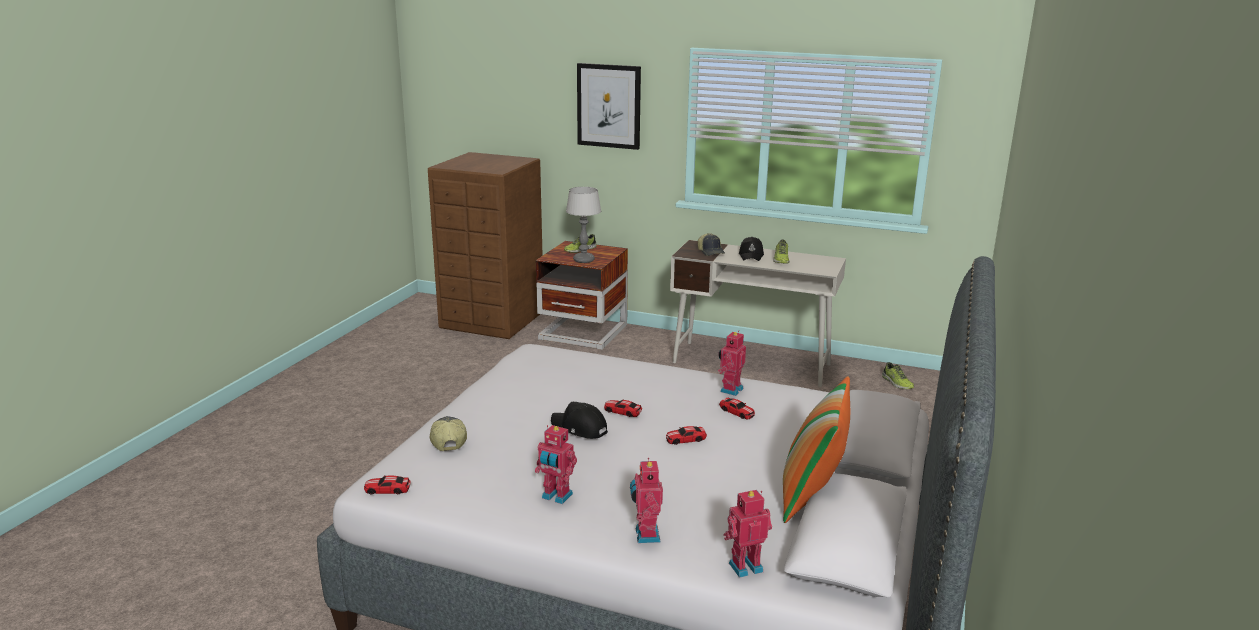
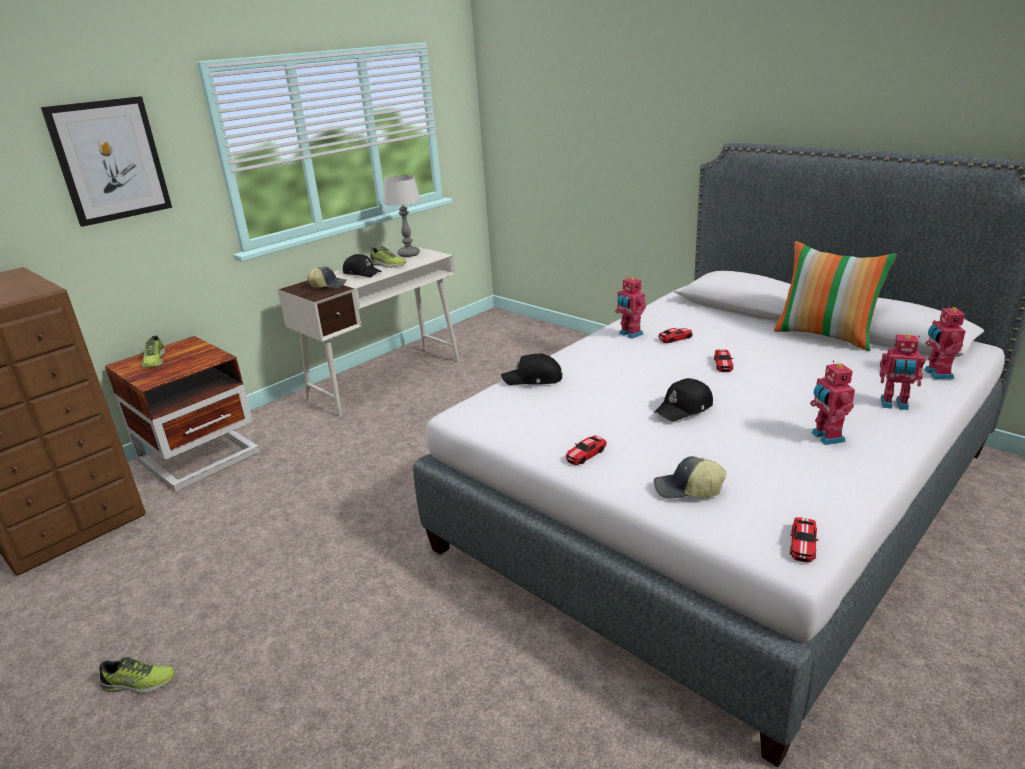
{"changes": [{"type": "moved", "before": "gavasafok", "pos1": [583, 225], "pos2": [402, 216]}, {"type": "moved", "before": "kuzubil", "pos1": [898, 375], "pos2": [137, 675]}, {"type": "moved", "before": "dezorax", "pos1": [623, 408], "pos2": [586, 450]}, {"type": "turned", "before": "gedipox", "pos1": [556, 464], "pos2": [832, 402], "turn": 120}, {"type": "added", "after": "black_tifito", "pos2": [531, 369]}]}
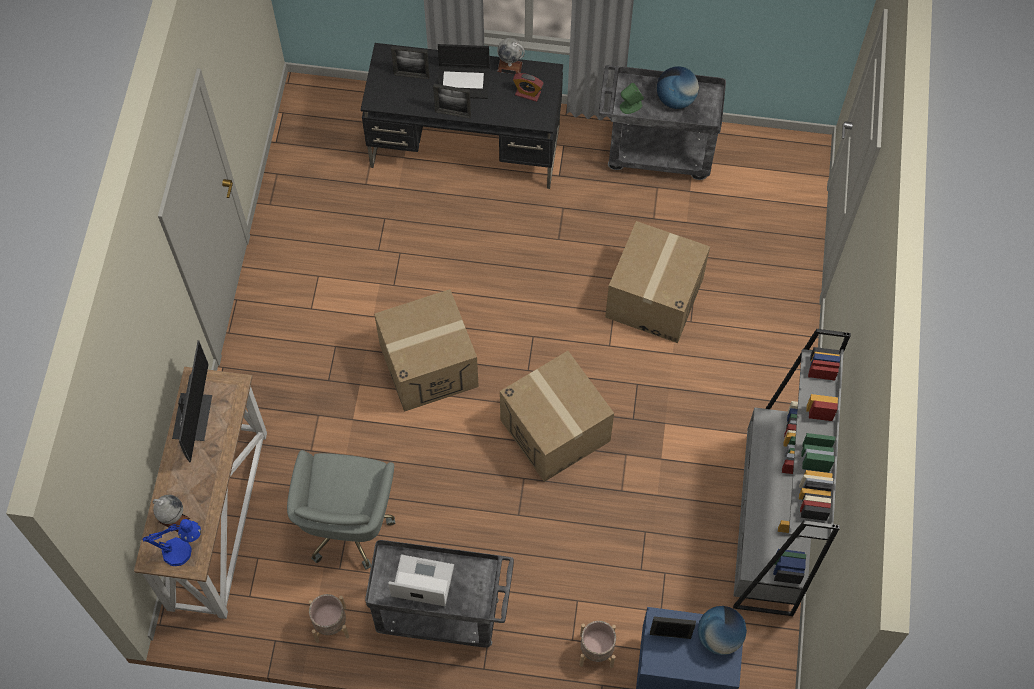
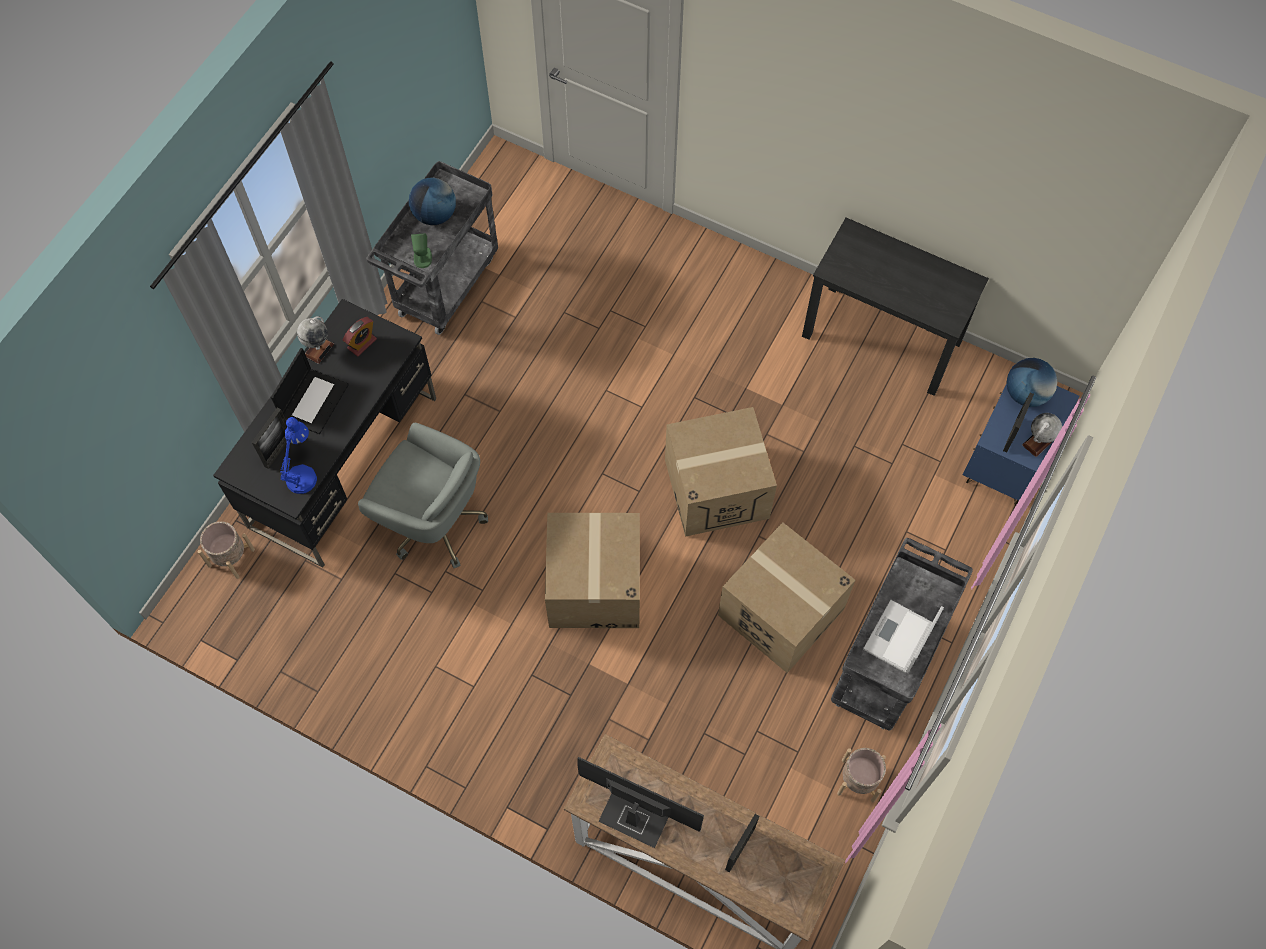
{"changes": [{"type": "moved", "before": "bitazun", "pos1": [452, 101], "pos2": [742, 843]}, {"type": "moved", "before": "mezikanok", "pos1": [657, 282], "pos2": [786, 597]}, {"type": "replaced", "before": "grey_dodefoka", "after": "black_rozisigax", "pos1": [792, 472], "pos2": [895, 307]}, {"type": "moved", "before": "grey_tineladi", "pos1": [341, 509], "pos2": [423, 495]}, {"type": "moved", "before": "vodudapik", "pos1": [171, 513], "pos2": [1042, 435]}, {"type": "moved", "before": "blue_gavasafok", "pos1": [172, 542], "pos2": [298, 455]}, {"type": "moved", "before": "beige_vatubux", "pos1": [597, 644], "pos2": [226, 550]}]}
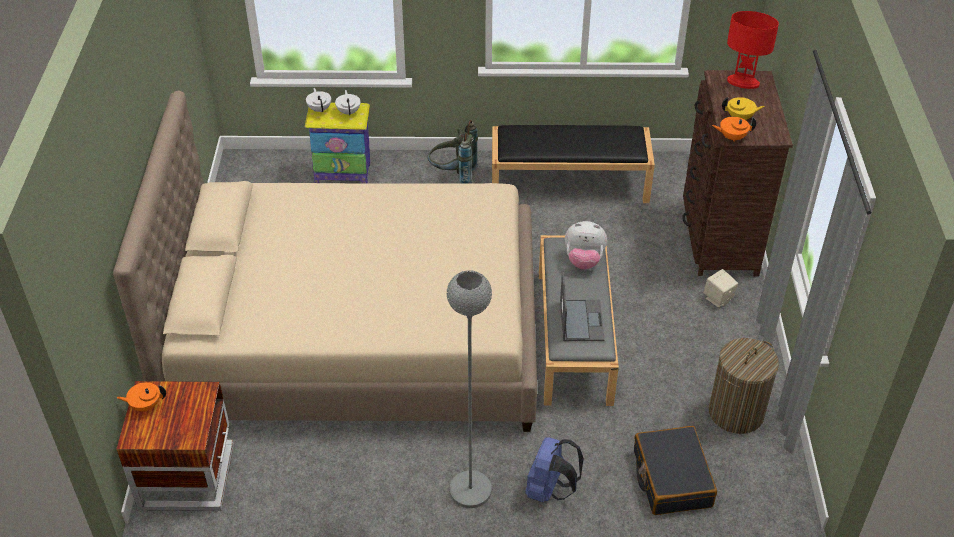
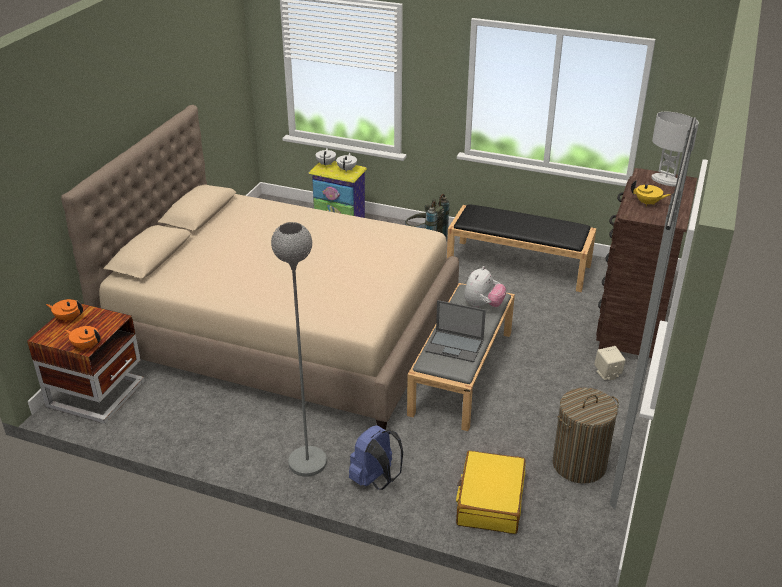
{"changes": [{"type": "recoloured", "before": "red_gavasafok", "after": "white_gavasafok", "pos1": [753, 50], "pos2": [675, 149]}, {"type": "moved", "before": "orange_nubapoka", "pos1": [734, 129], "pos2": [82, 338]}, {"type": "turned", "before": "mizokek", "pos1": [586, 245], "pos2": [485, 287], "turn": -90}, {"type": "turned", "before": "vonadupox", "pos1": [582, 306], "pos2": [455, 331], "turn": 90}, {"type": "recoloured", "before": "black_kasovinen", "after": "yellow_kasovinen", "pos1": [675, 470], "pos2": [491, 492]}]}
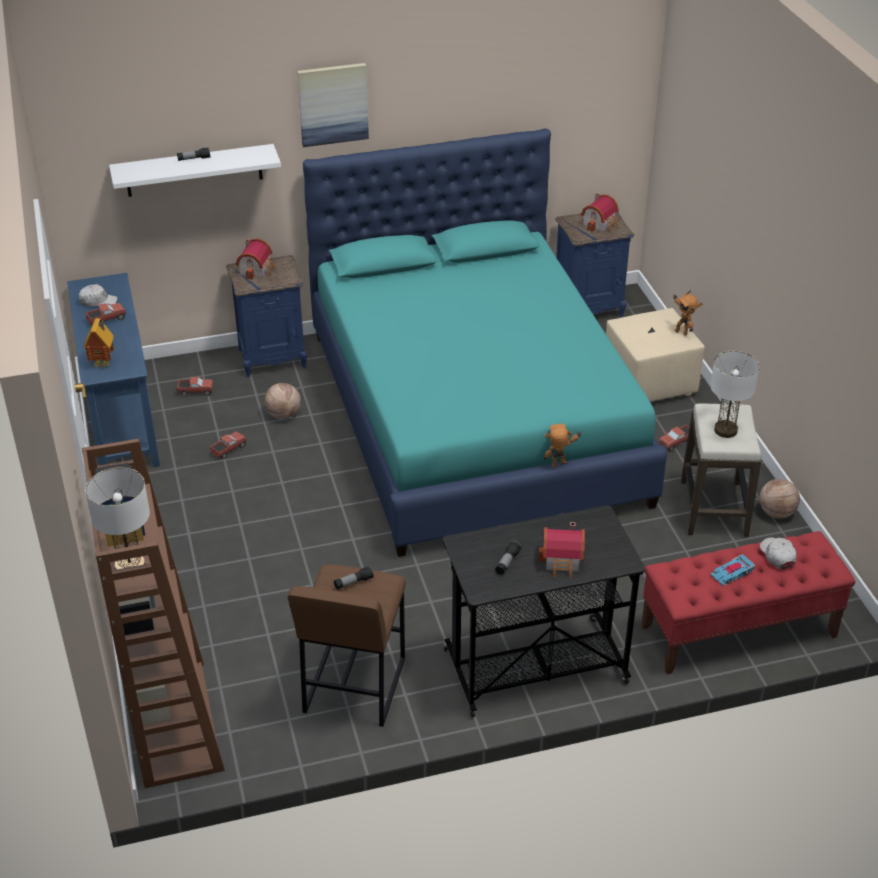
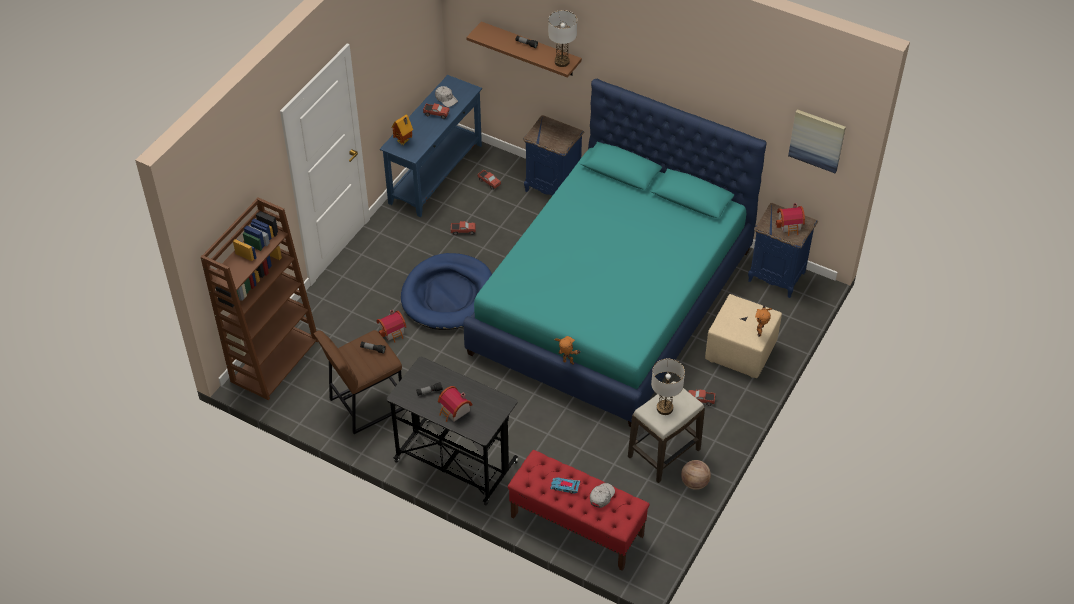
{"changes": [{"type": "moved", "before": "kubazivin", "pos1": [333, 105], "pos2": [817, 141]}, {"type": "recoloured", "before": "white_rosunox", "after": "brown_rosunox", "pos1": [195, 170], "pos2": [524, 49]}, {"type": "moved", "before": "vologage", "pos1": [255, 259], "pos2": [391, 326]}, {"type": "removed", "before": "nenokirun", "pos1": [282, 401]}, {"type": "moved", "before": "gavasafok", "pos1": [117, 518], "pos2": [562, 38]}, {"type": "added", "after": "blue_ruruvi", "pos2": [446, 291]}]}
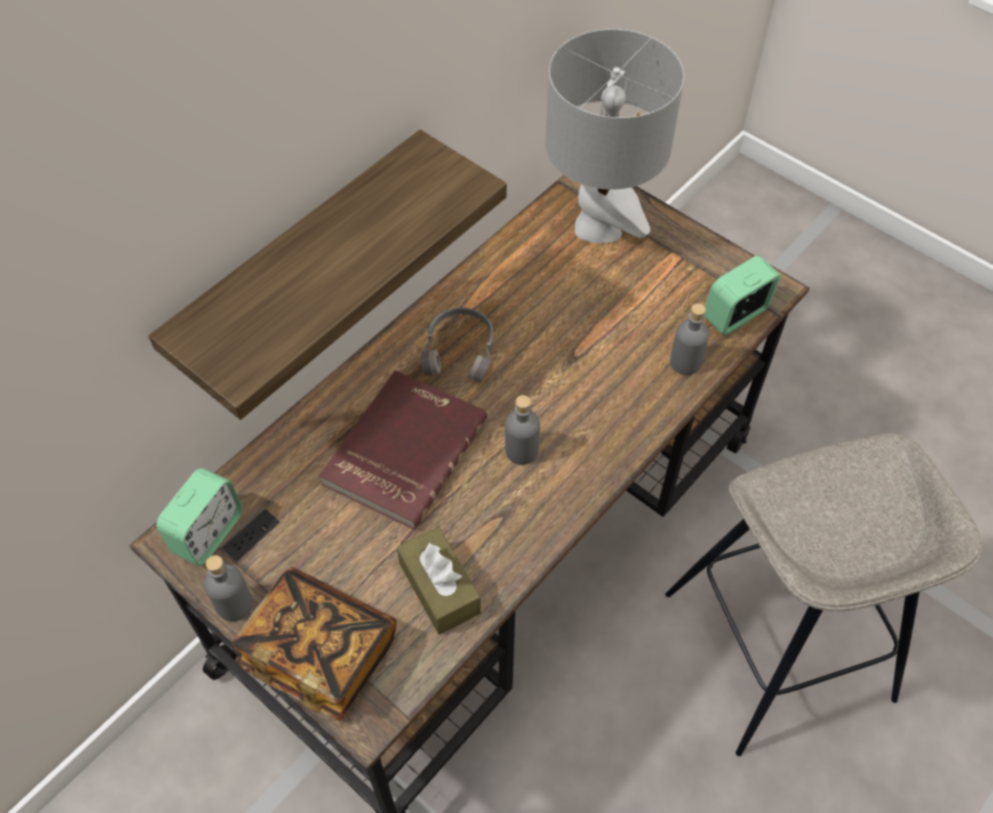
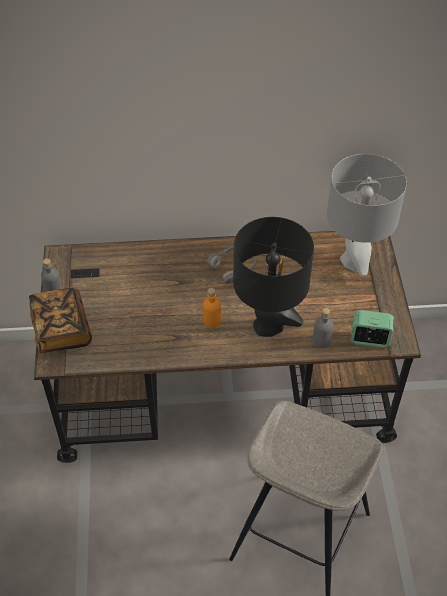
{"changes": [{"type": "removed", "before": "rosunox", "pos1": [327, 275]}, {"type": "removed", "before": "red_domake", "pos1": [403, 450]}, {"type": "recoloured", "before": "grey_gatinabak", "after": "orange_gatinabak", "pos1": [522, 430], "pos2": [212, 308]}, {"type": "removed", "before": "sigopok", "pos1": [199, 517]}, {"type": "removed", "before": "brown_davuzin", "pos1": [439, 581]}, {"type": "added", "after": "black_gavasafok", "pos2": [273, 277]}]}
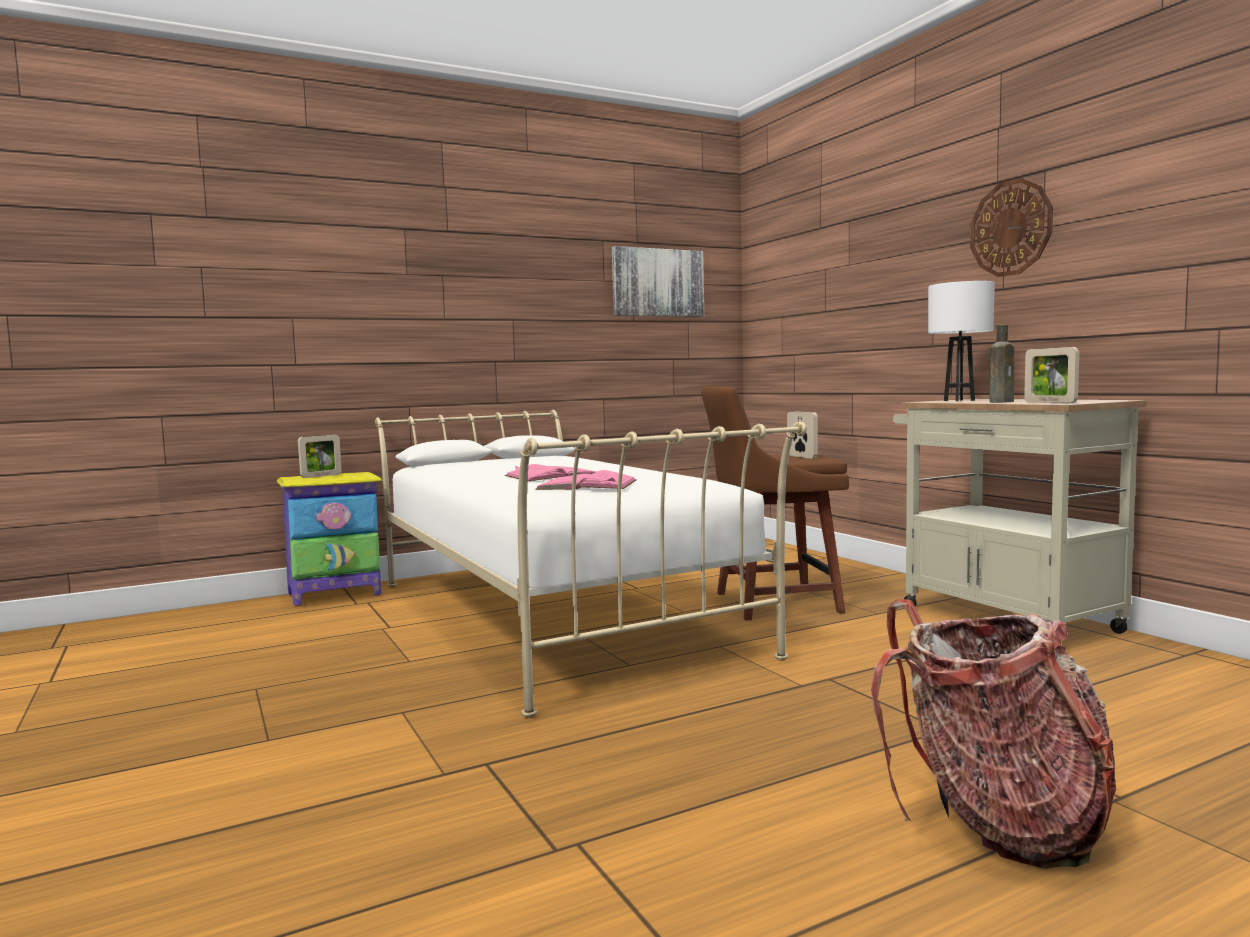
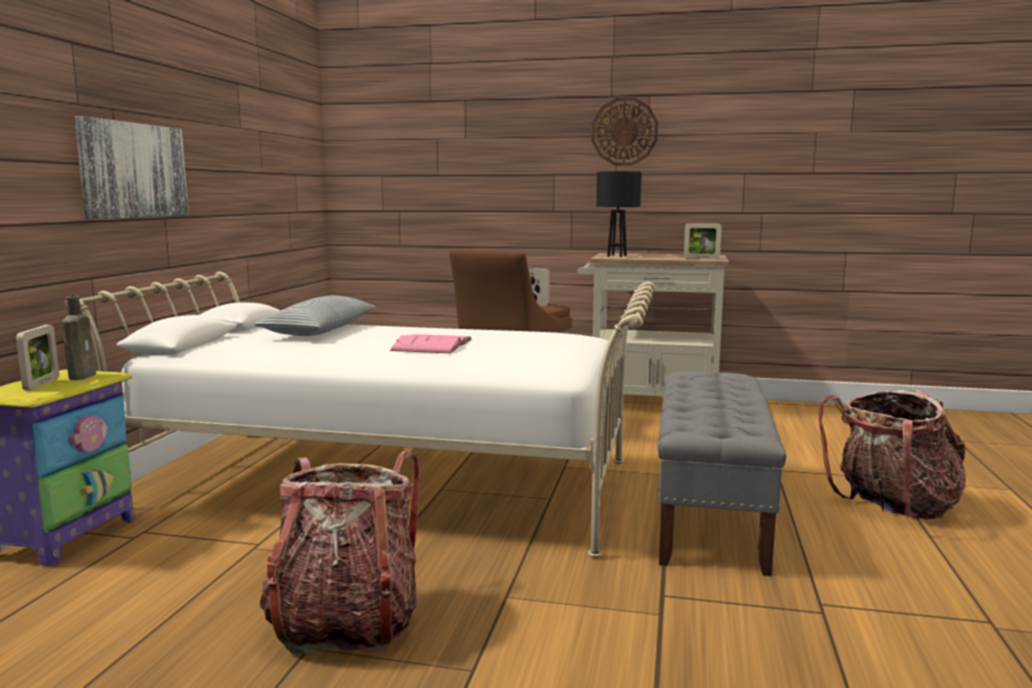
{"changes": [{"type": "moved", "before": "kubazivin", "pos1": [658, 281], "pos2": [131, 167]}, {"type": "recoloured", "before": "white_gavasafok", "after": "black_gavasafok", "pos1": [961, 341], "pos2": [619, 214]}, {"type": "moved", "before": "brown_gatinabak", "pos1": [1001, 363], "pos2": [79, 338]}, {"type": "removed", "before": "pink_domake", "pos1": [586, 480]}, {"type": "added", "after": "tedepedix", "pos2": [315, 315]}, {"type": "added", "after": "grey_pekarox", "pos2": [722, 473]}, {"type": "added", "after": "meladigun", "pos2": [339, 551]}]}
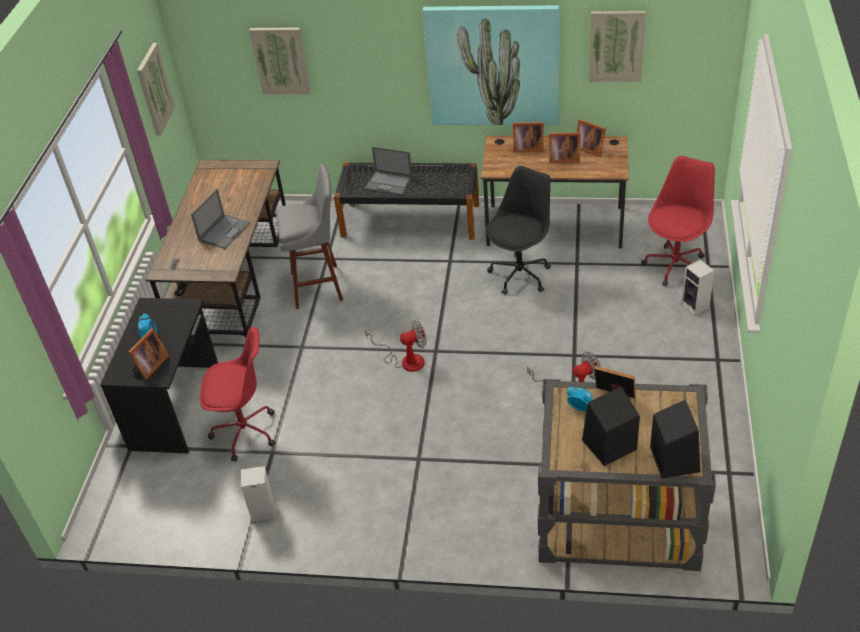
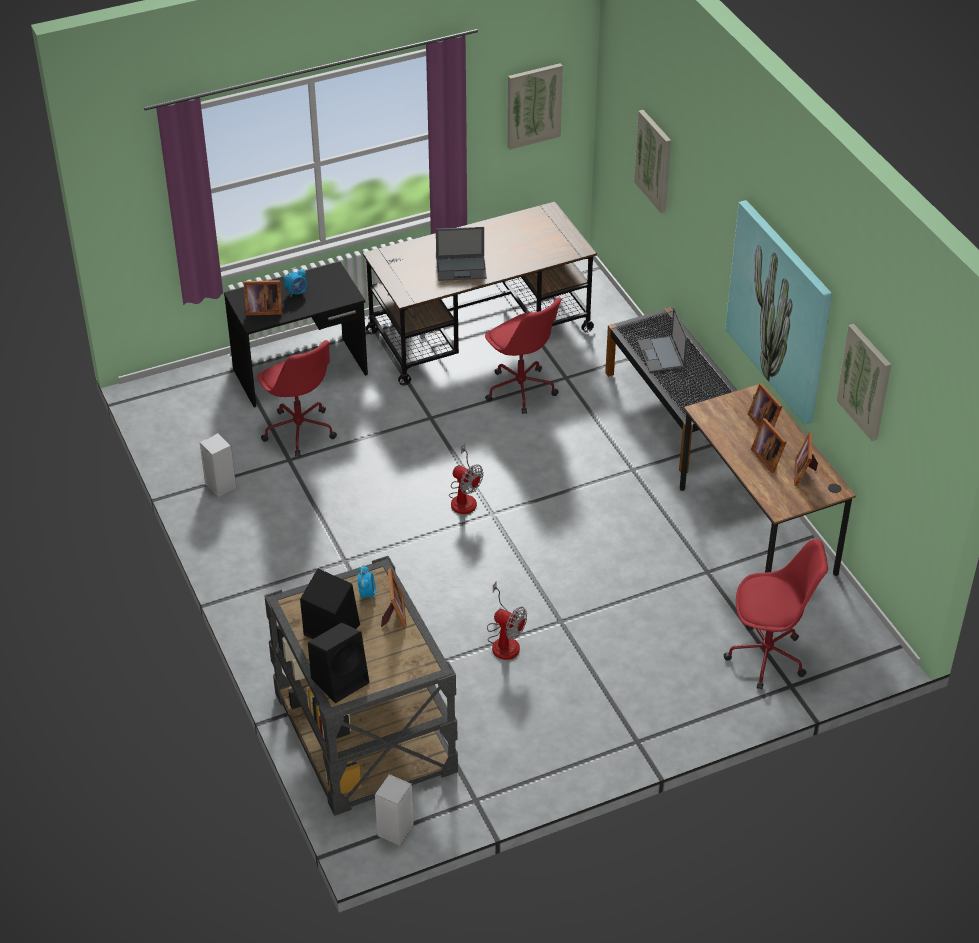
{"changes": [{"type": "replaced", "before": "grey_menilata", "after": "red_tineladi", "pos1": [309, 236], "pos2": [523, 355]}, {"type": "removed", "before": "black_tineladi", "pos1": [518, 230]}, {"type": "moved", "before": "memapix", "pos1": [698, 287], "pos2": [394, 810]}]}
